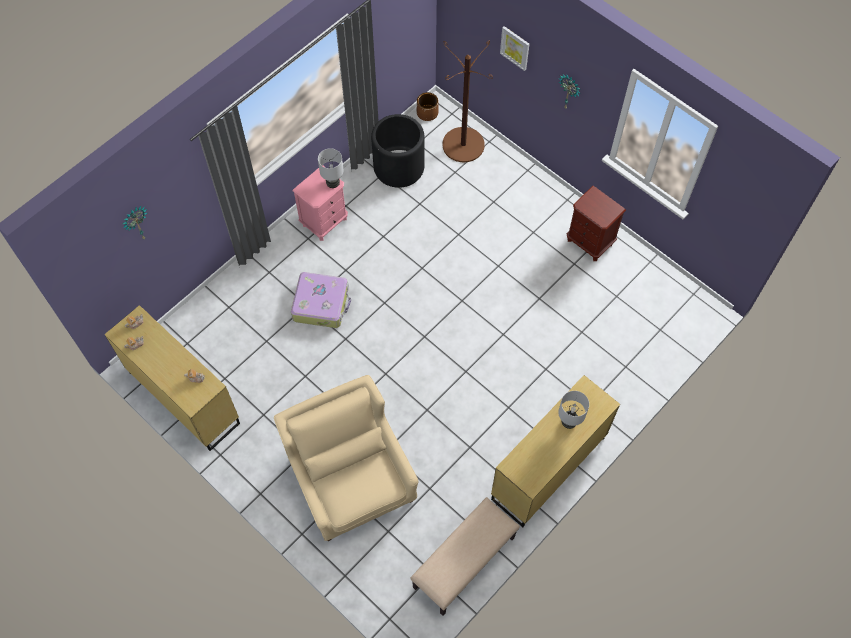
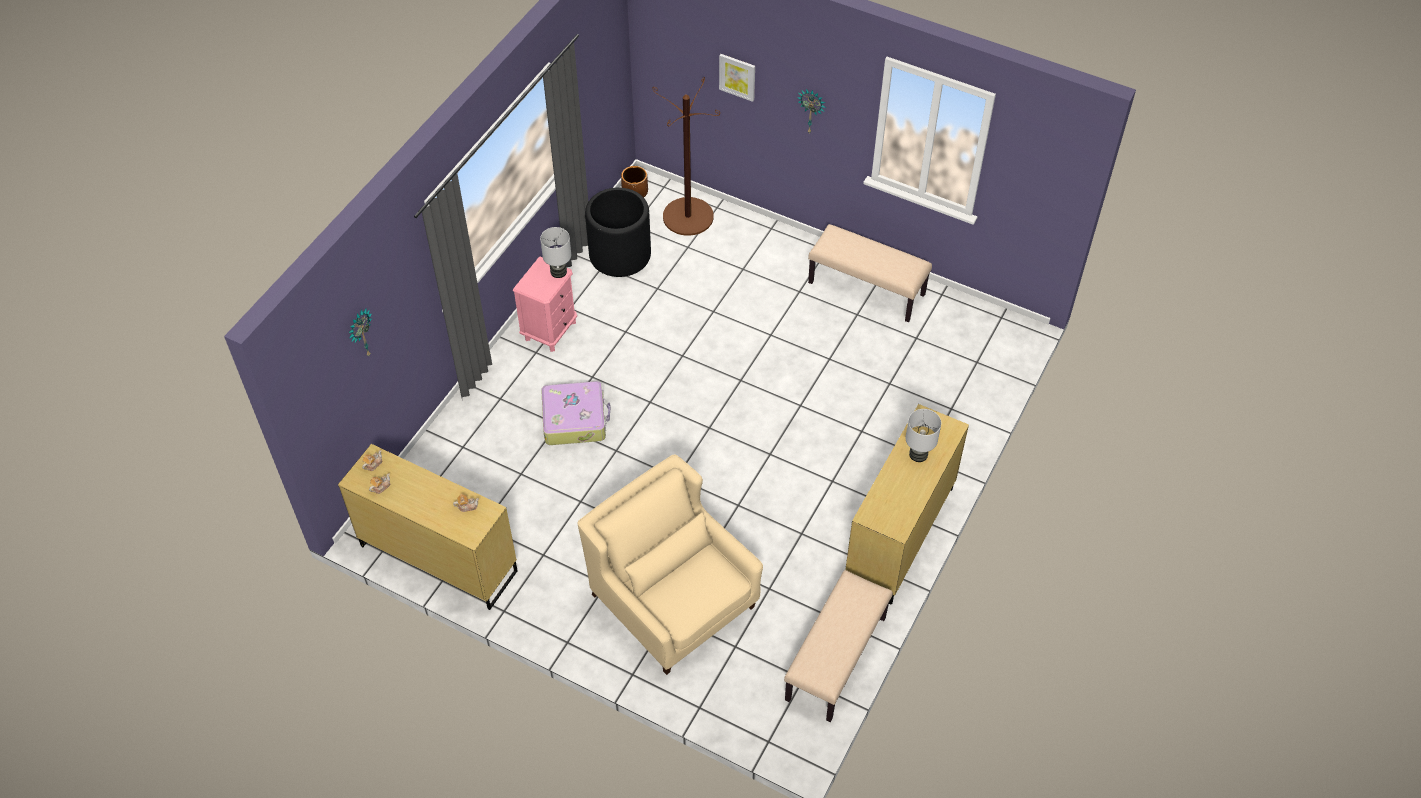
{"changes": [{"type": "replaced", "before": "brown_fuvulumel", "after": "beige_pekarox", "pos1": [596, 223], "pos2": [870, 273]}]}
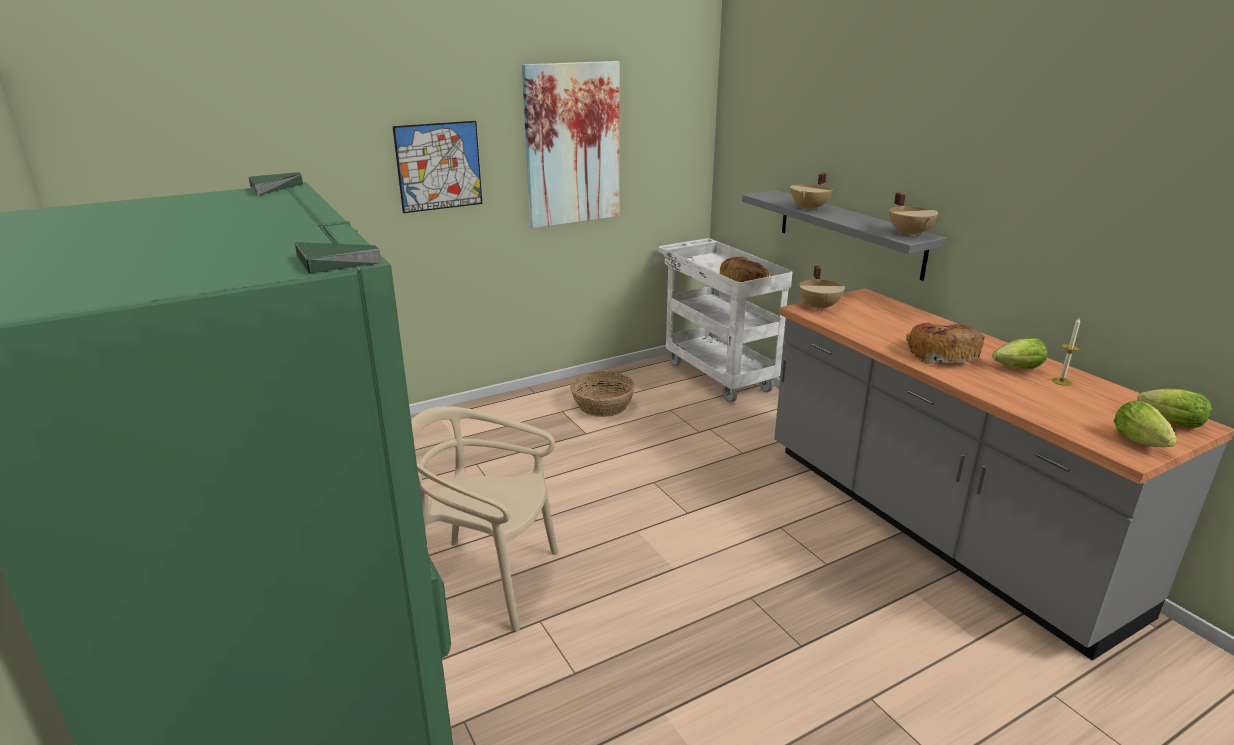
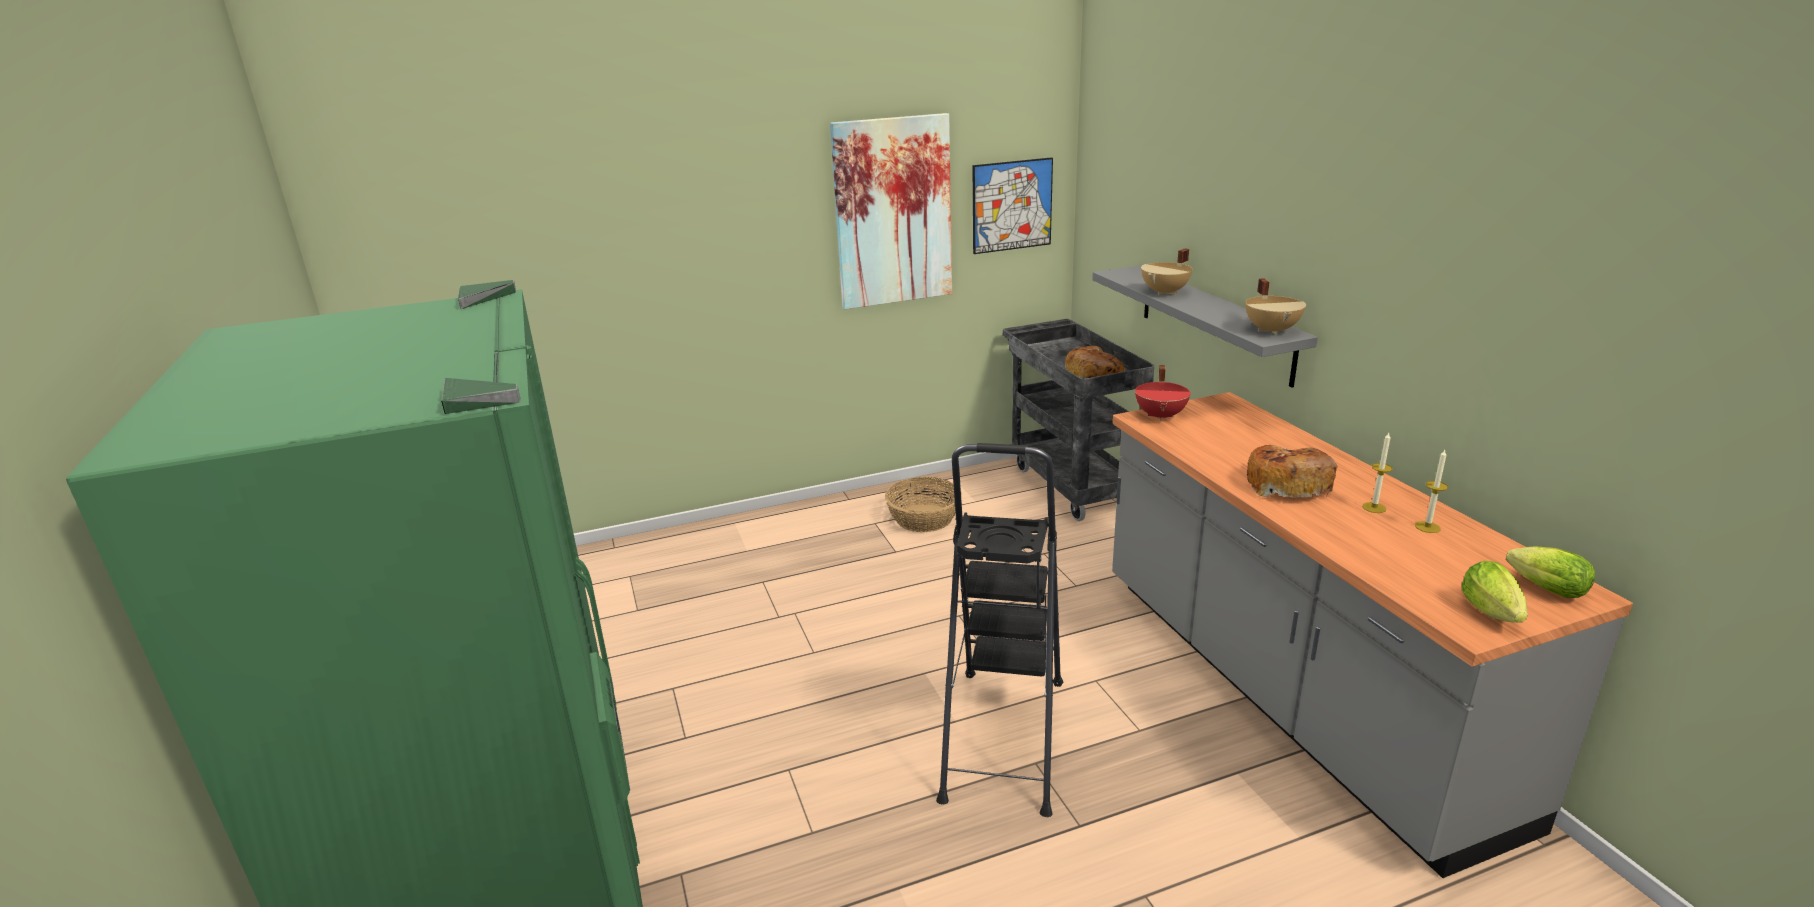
{"changes": [{"type": "moved", "before": "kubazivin", "pos1": [437, 167], "pos2": [1012, 205]}, {"type": "recoloured", "before": "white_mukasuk", "after": "black_mukasuk", "pos1": [725, 320], "pos2": [1078, 420]}, {"type": "recoloured", "before": "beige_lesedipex", "after": "red_lesedipex", "pos1": [822, 288], "pos2": [1163, 393]}, {"type": "replaced", "before": "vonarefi", "after": "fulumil", "pos1": [1019, 353], "pos2": [1377, 473]}, {"type": "removed", "before": "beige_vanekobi", "pos1": [484, 518]}, {"type": "added", "after": "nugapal", "pos2": [999, 630]}]}
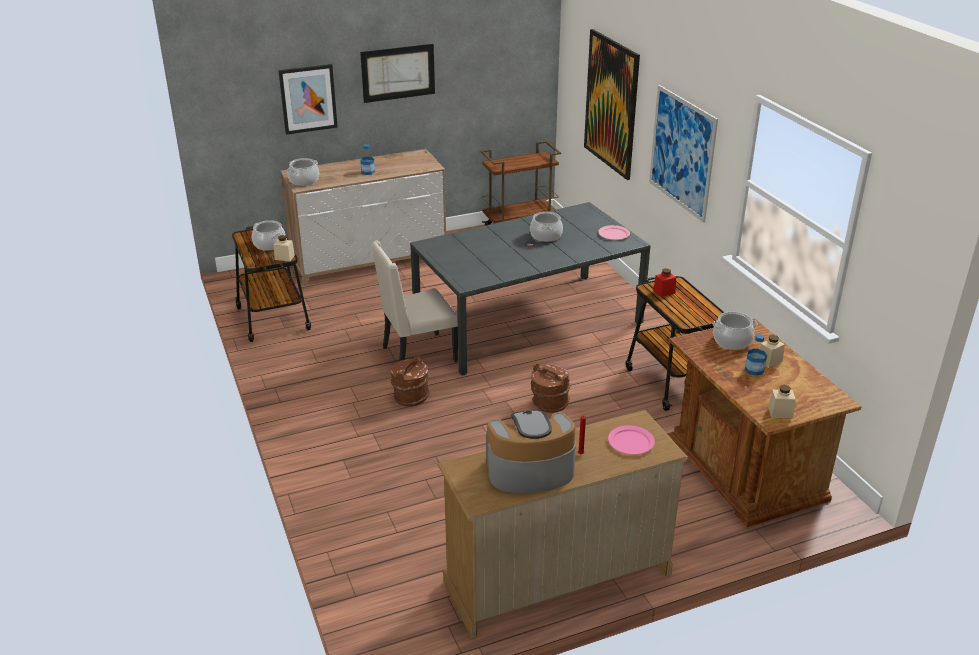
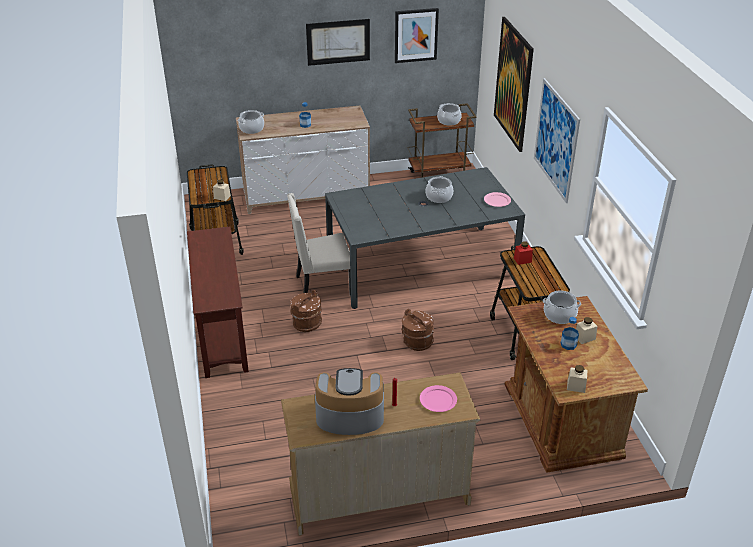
{"changes": [{"type": "moved", "before": "kubazivin", "pos1": [308, 99], "pos2": [417, 35]}, {"type": "moved", "before": "lesedipex", "pos1": [269, 235], "pos2": [449, 114]}, {"type": "added", "after": "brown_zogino", "pos2": [218, 302]}]}
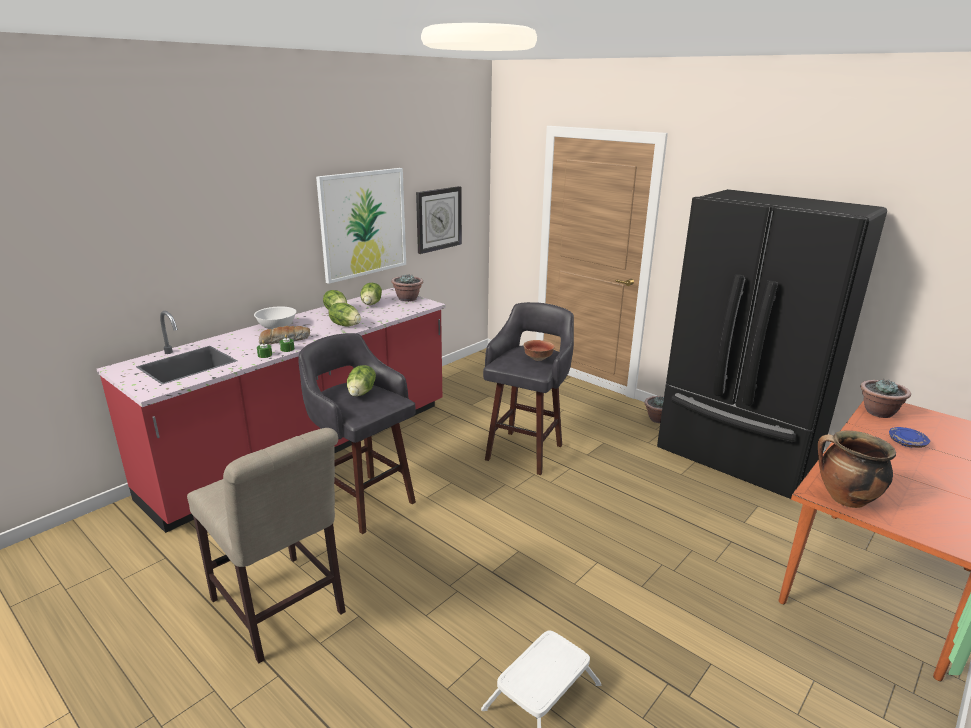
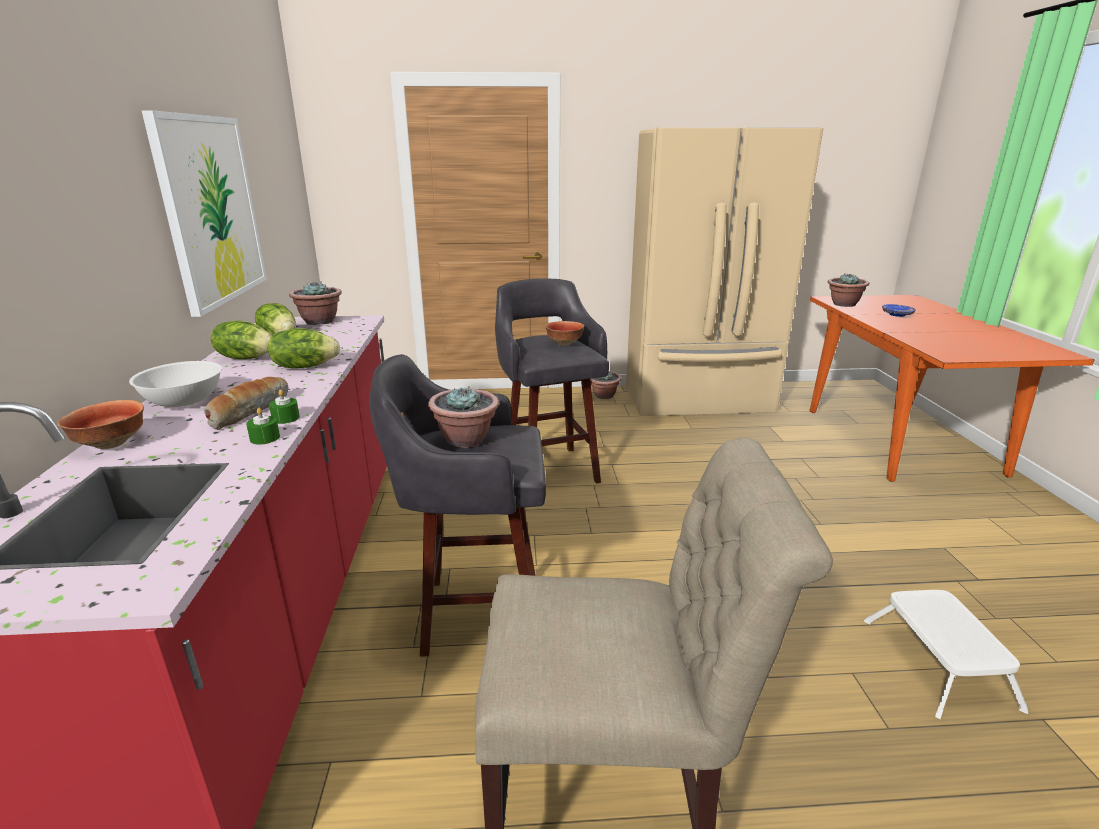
{"changes": [{"type": "removed", "before": "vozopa", "pos1": [439, 220]}, {"type": "recoloured", "before": "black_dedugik", "after": "beige_dedugik", "pos1": [772, 344], "pos2": [724, 272]}, {"type": "replaced", "before": "vonarefi", "after": "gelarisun", "pos1": [361, 381], "pos2": [463, 417]}, {"type": "removed", "before": "lesedipex", "pos1": [857, 469]}, {"type": "added", "after": "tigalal", "pos2": [101, 424]}]}
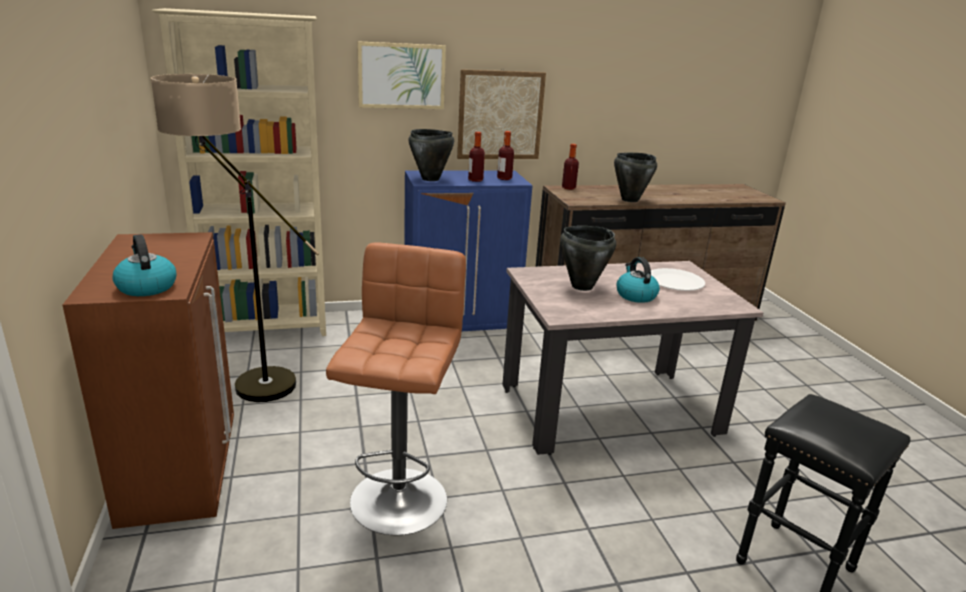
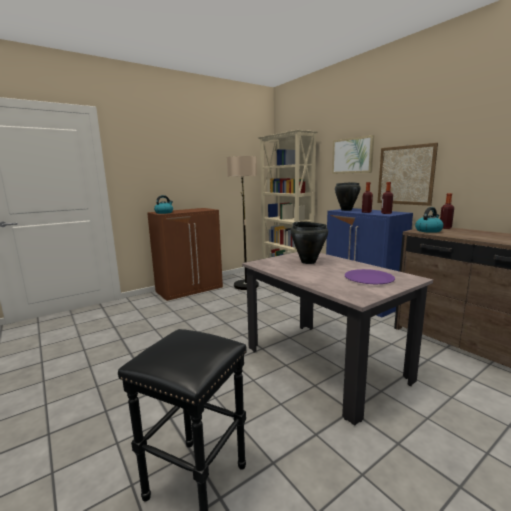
{"changes": [{"type": "removed", "before": "black_lesedipex", "pos1": [635, 177]}, {"type": "removed", "before": "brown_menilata", "pos1": [396, 388]}, {"type": "moved", "before": "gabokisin", "pos1": [638, 280], "pos2": [429, 220]}, {"type": "recoloured", "before": "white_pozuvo", "after": "purple_pozuvo", "pos1": [678, 279], "pos2": [370, 276]}]}
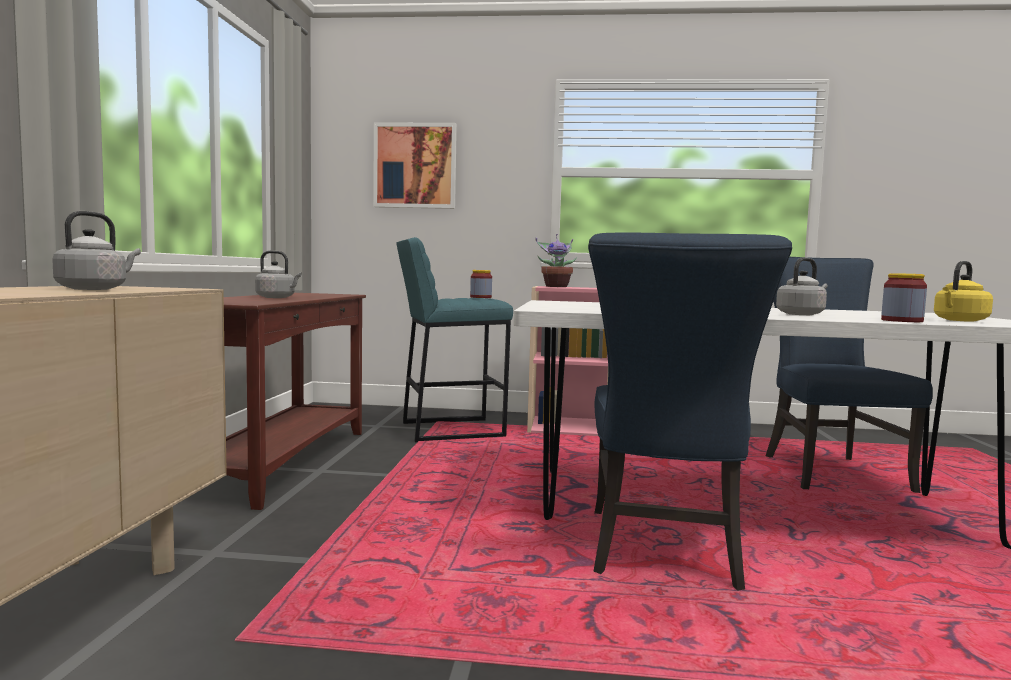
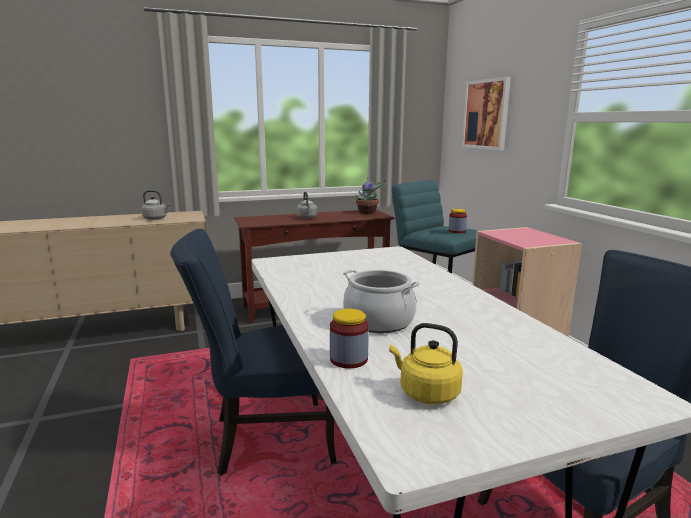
{"changes": [{"type": "moved", "before": "gelarisun", "pos1": [556, 260], "pos2": [370, 195]}, {"type": "replaced", "before": "grey_gabokisin", "after": "lesedipex", "pos1": [802, 286], "pos2": [381, 301]}]}
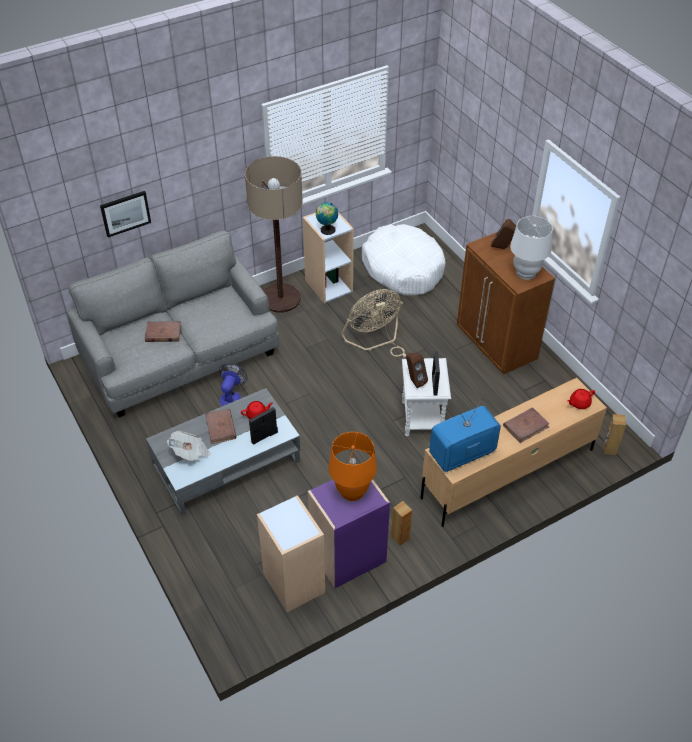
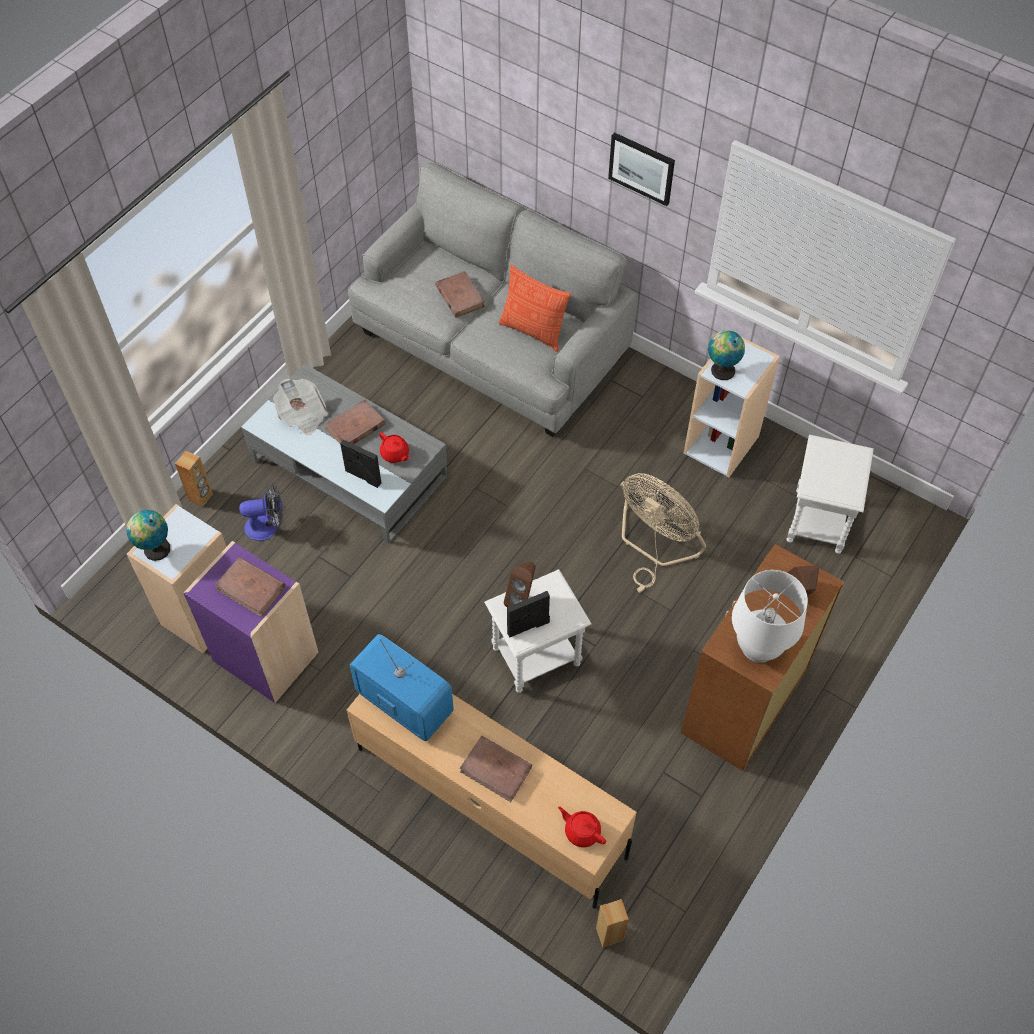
{"changes": [{"type": "removed", "before": "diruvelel", "pos1": [274, 234]}, {"type": "moved", "before": "kubazivin", "pos1": [125, 214], "pos2": [641, 169]}, {"type": "replaced", "before": "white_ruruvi", "after": "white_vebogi", "pos1": [404, 259], "pos2": [830, 494]}, {"type": "moved", "before": "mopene", "pos1": [233, 384], "pos2": [260, 512]}, {"type": "replaced", "before": "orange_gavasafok", "after": "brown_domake", "pos1": [352, 466], "pos2": [250, 587]}, {"type": "moved", "before": "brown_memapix", "pos1": [401, 523], "pos2": [194, 479]}, {"type": "added", "after": "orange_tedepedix", "pos2": [535, 308]}, {"type": "added", "after": "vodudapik", "pos2": [148, 535]}]}
